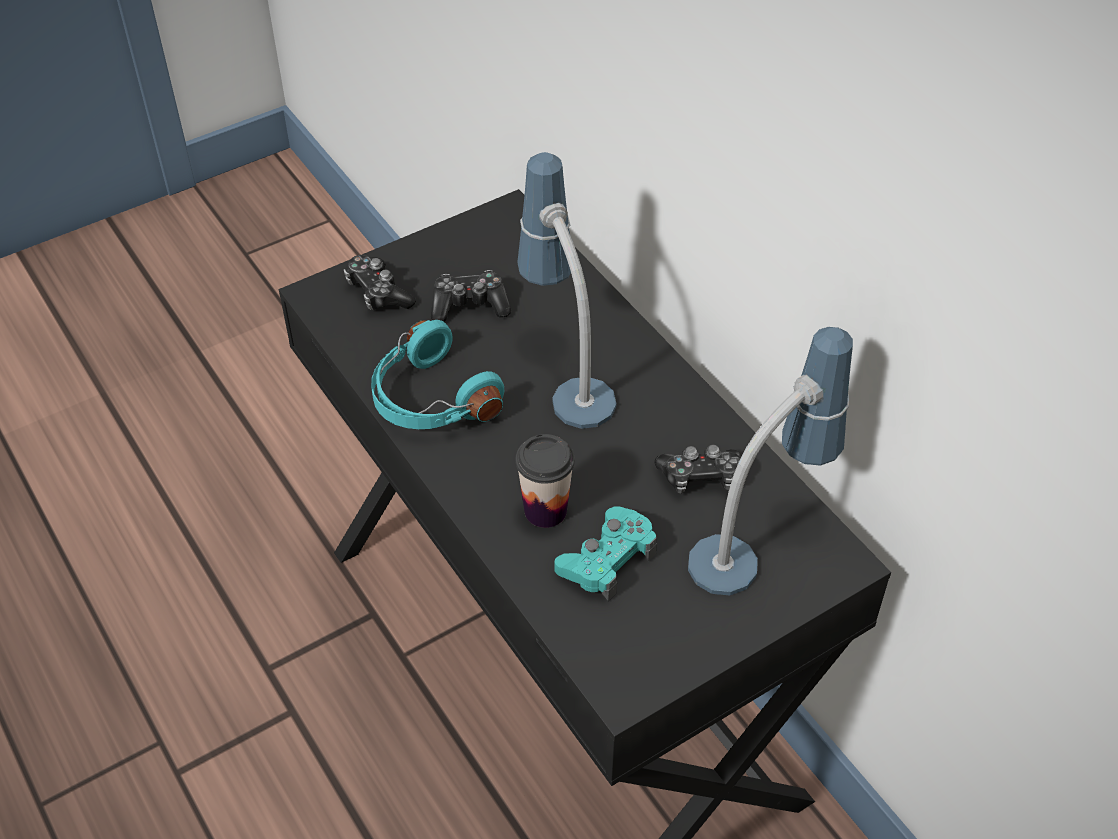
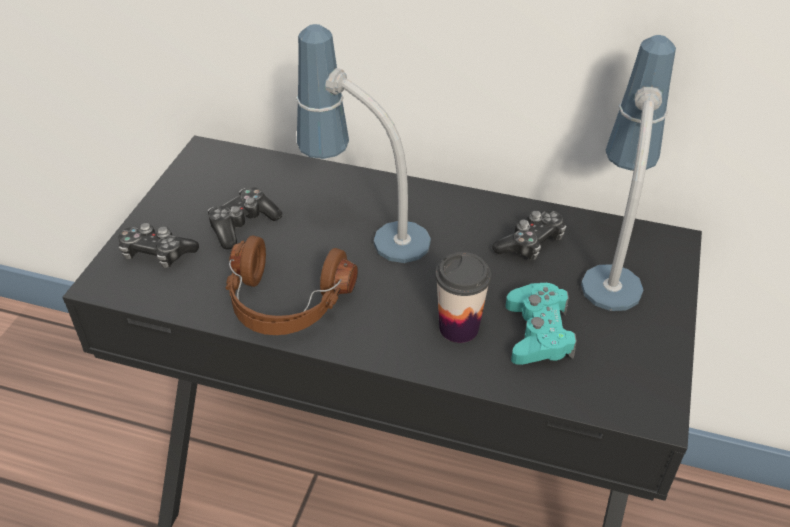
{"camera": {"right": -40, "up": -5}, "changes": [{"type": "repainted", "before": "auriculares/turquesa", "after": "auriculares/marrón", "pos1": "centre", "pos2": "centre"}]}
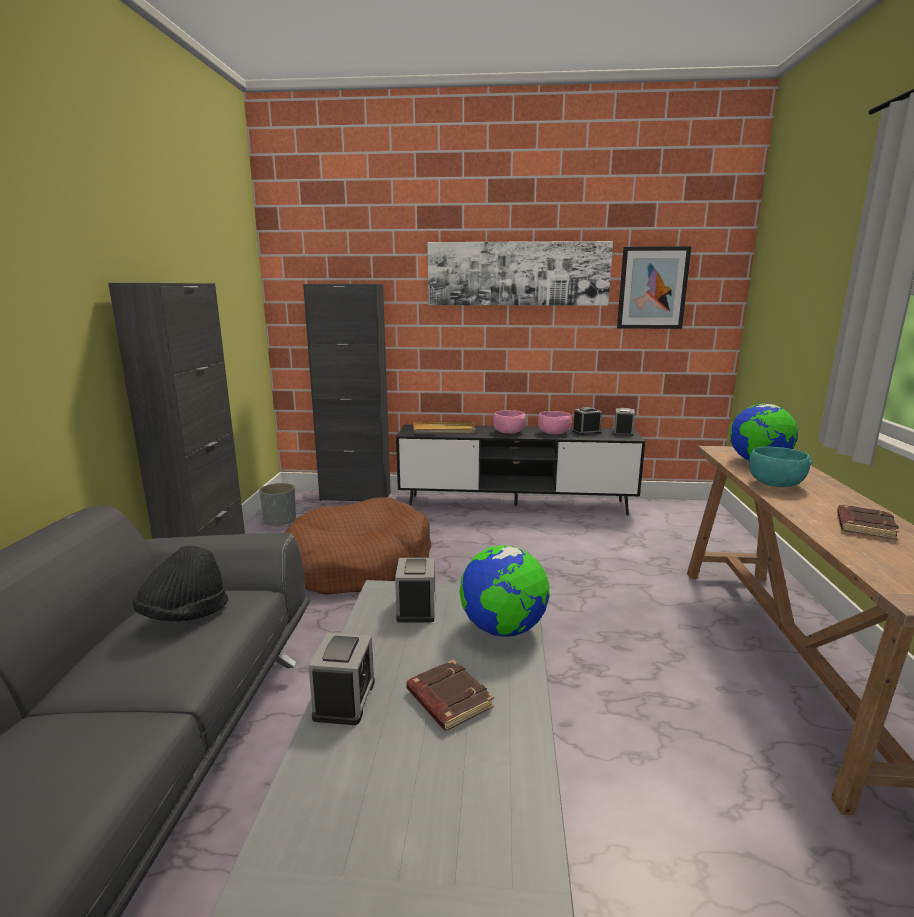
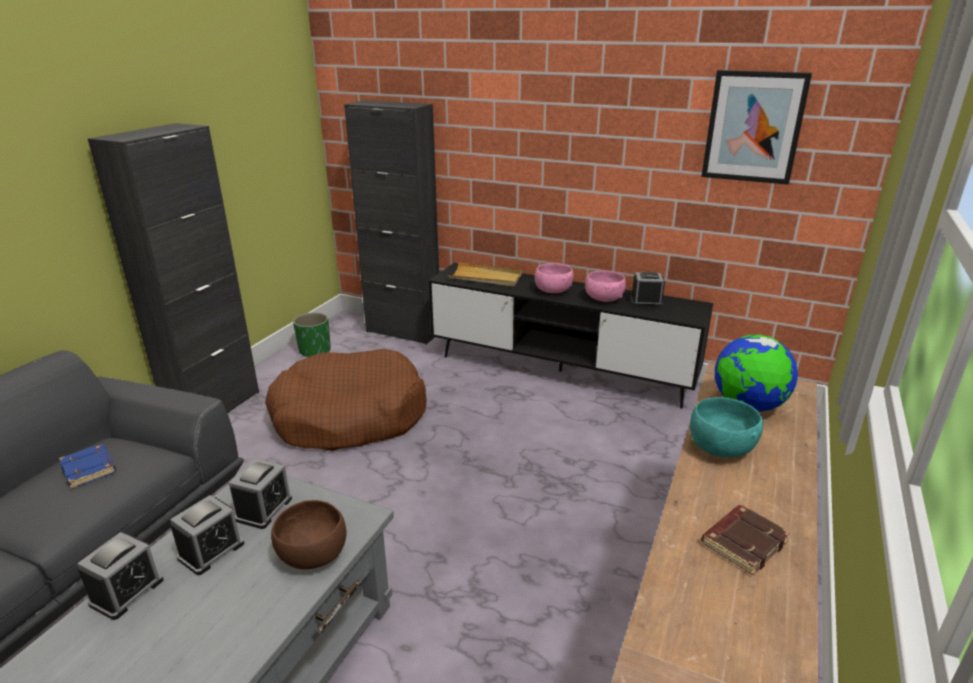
{"camera": {"right": 20, "up": 10}, "changes": [{"type": "gone", "before": "libro/marrón (no. 1 from left)", "pos1": "bottom centre"}, {"type": "gone", "before": "cuadro (no. 1 from left)", "pos1": "top centre"}, {"type": "shifted", "before": "despertador (no. 4 from left in the first image)", "after": "despertador (no. 2 from left)", "pos1": "middle right", "pos2": "bottom left"}, {"type": "swapped", "before": "sombrero/negro", "after": "libro/azul", "pos1": "middle left", "pos2": "bottom left"}, {"type": "swapped", "before": "globo terráqueo (no. 1 from left)", "after": "cuenco/marrón", "pos1": "centre", "pos2": "bottom left"}, {"type": "repainted", "before": "maceta/gris", "after": "maceta/verde", "pos1": "middle left", "pos2": "middle left"}]}
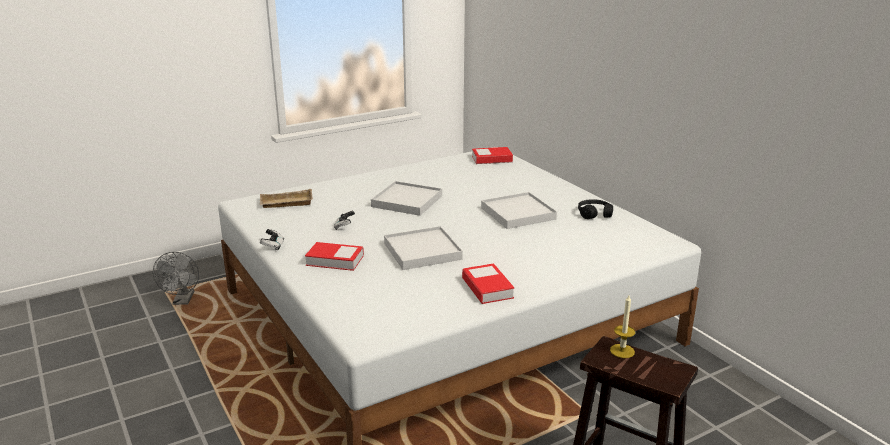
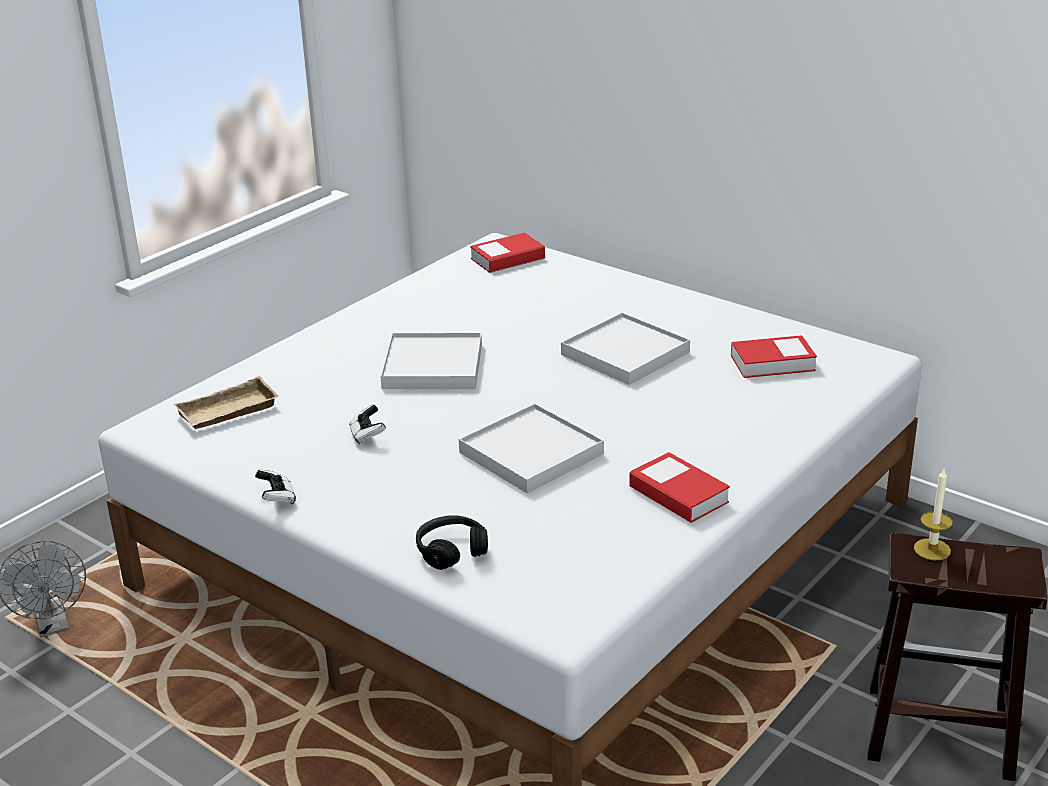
{"camera": {"right": -20, "up": 5}, "changes": [{"type": "shifted", "before": "libro (no. 1 from left in the first image)", "after": "libro (no. 3 from left)", "pos1": "centre", "pos2": "middle right"}, {"type": "shifted", "before": "auriculares/negro", "pos1": "middle right", "pos2": "bottom centre"}]}
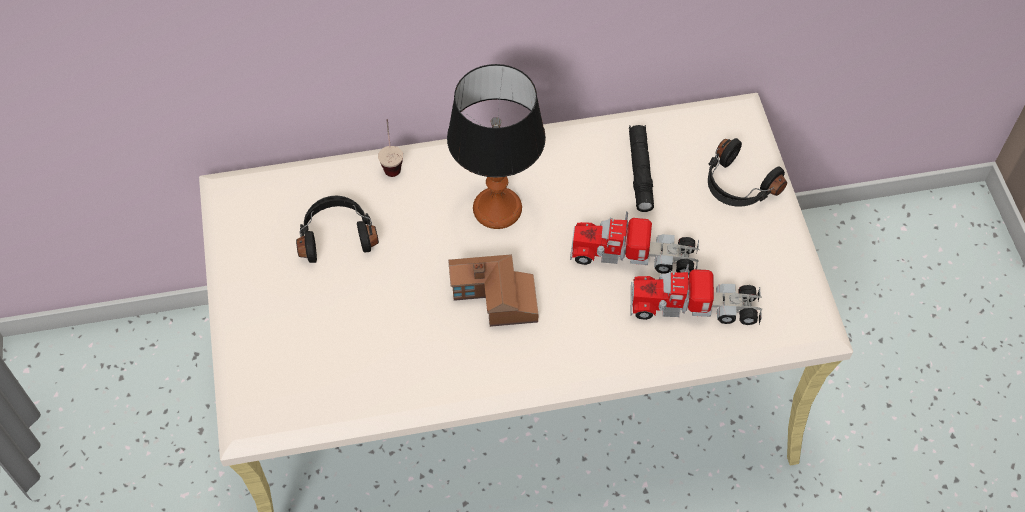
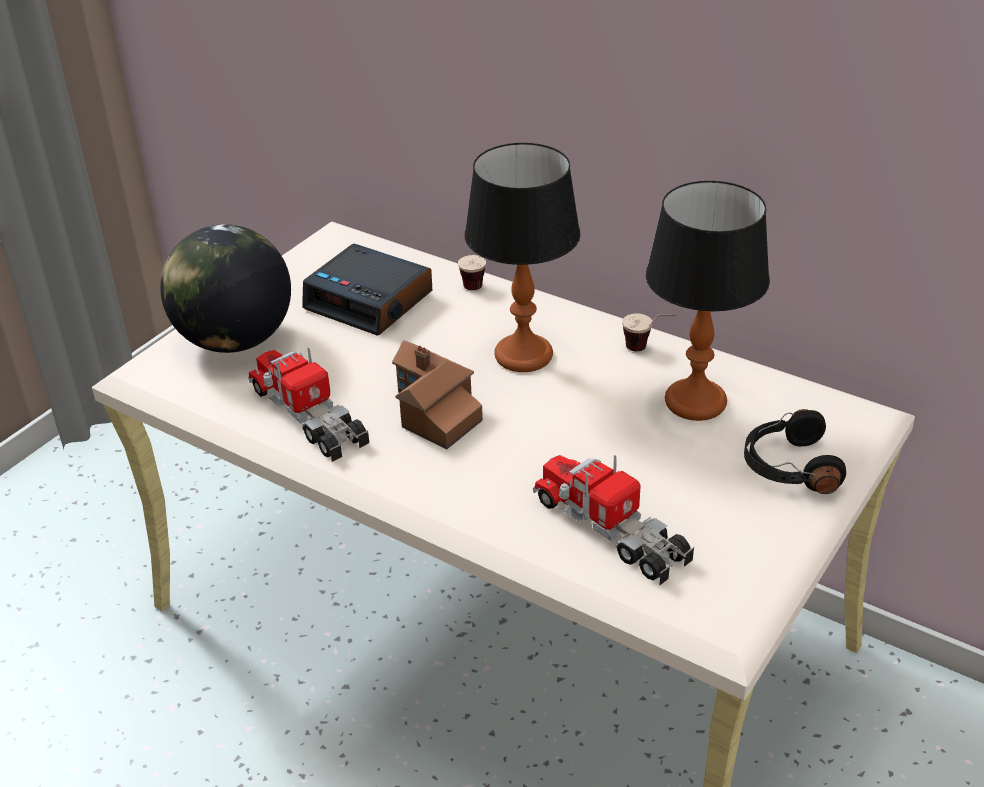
{"camera": {"right": 45, "up": -20}, "changes": [{"type": "new", "after": "globo terráqueo", "pos2": "middle left"}, {"type": "new", "after": "taza (no. 2 from left)", "pos2": "centre"}, {"type": "shifted", "before": "camión de juguete (no. 1 from left)", "pos1": "centre", "pos2": "middle left"}, {"type": "swapped", "before": "auriculares/negro (no. 1 from left)", "after": "despertador", "pos1": "middle left", "pos2": "centre"}, {"type": "swapped", "before": "linterna/negro", "after": "lámpara de mesa (no. 2 from left)", "pos1": "top centre", "pos2": "middle right"}]}
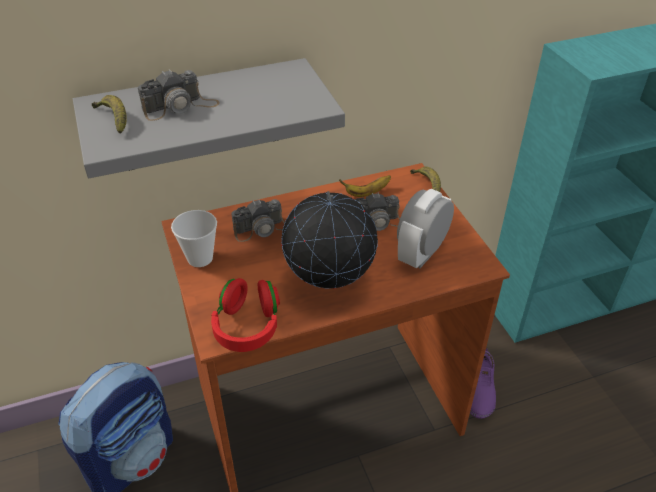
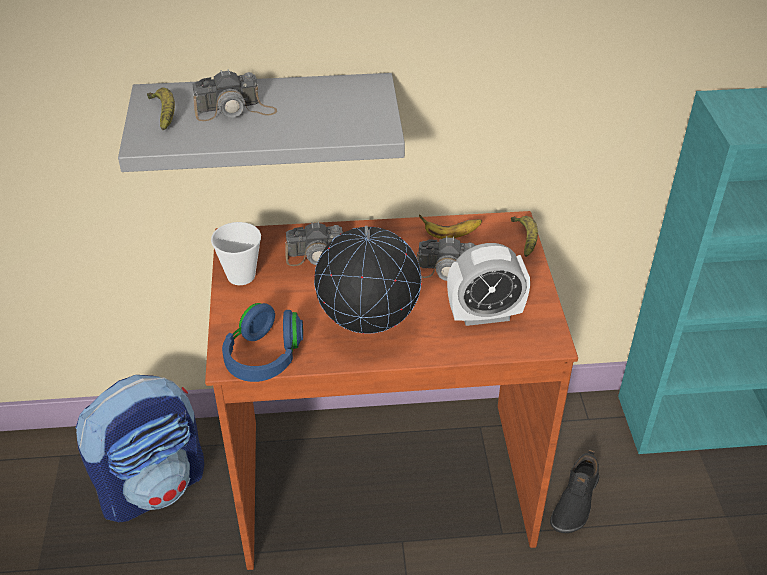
{"camera": {"right": 15, "up": 0}, "changes": [{"type": "repainted", "before": "auriculares/rojo", "after": "auriculares/azul", "pos1": "centre", "pos2": "centre"}, {"type": "repainted", "before": "zapato/morado", "after": "zapato/negro", "pos1": "bottom right", "pos2": "bottom right"}, {"type": "rotated", "before": "despertador", "pos1": "centre", "pos2": "centre", "turn": -150}]}
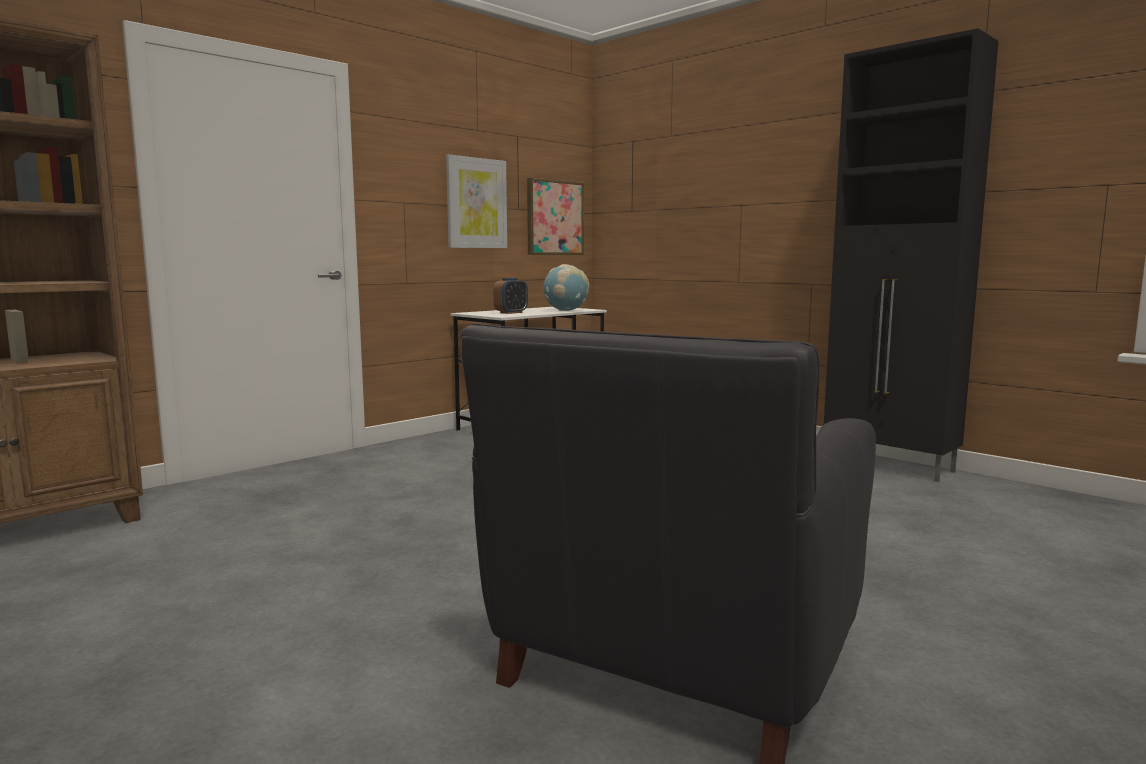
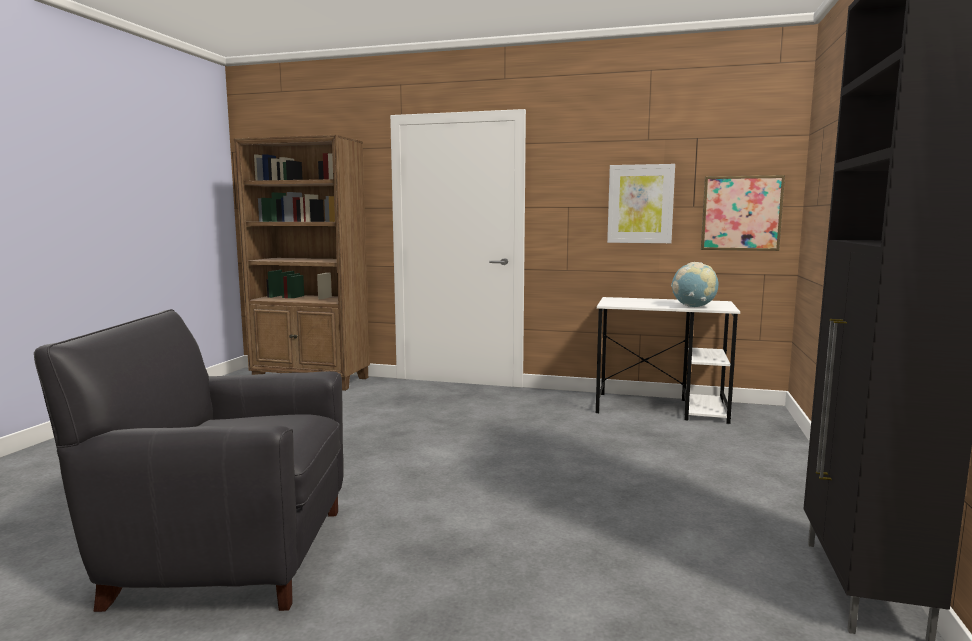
{"camera": {"right": 60, "up": 0}, "changes": [{"type": "gone", "before": "despertador", "pos1": "centre"}]}
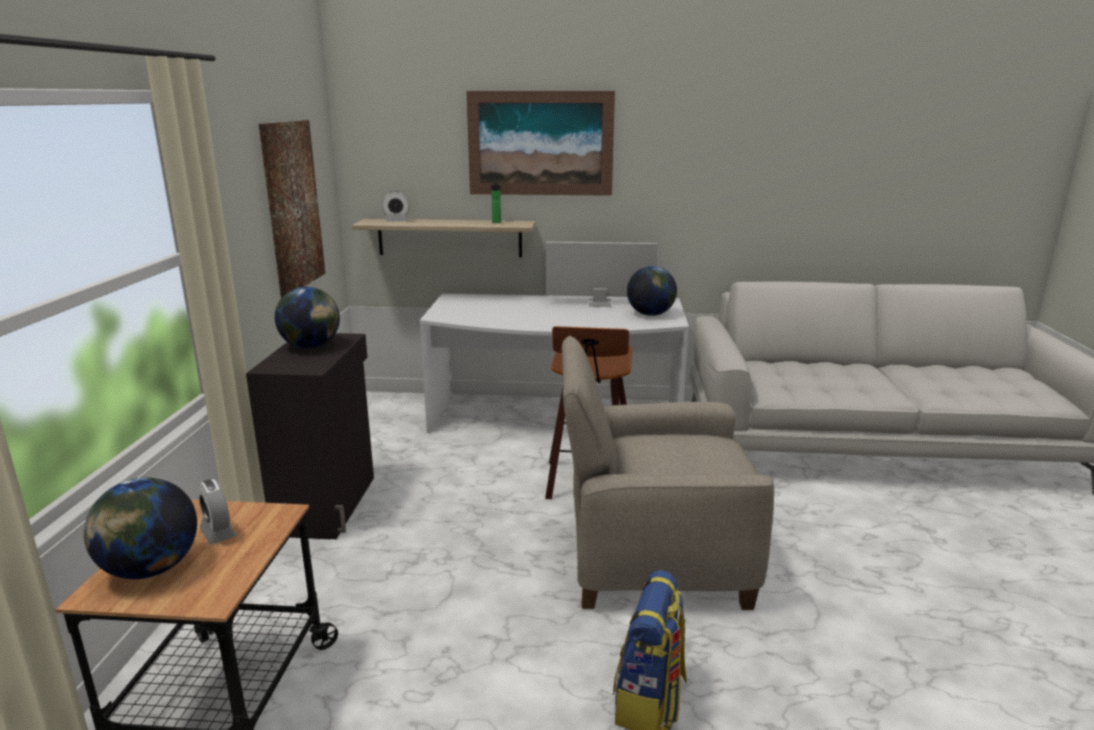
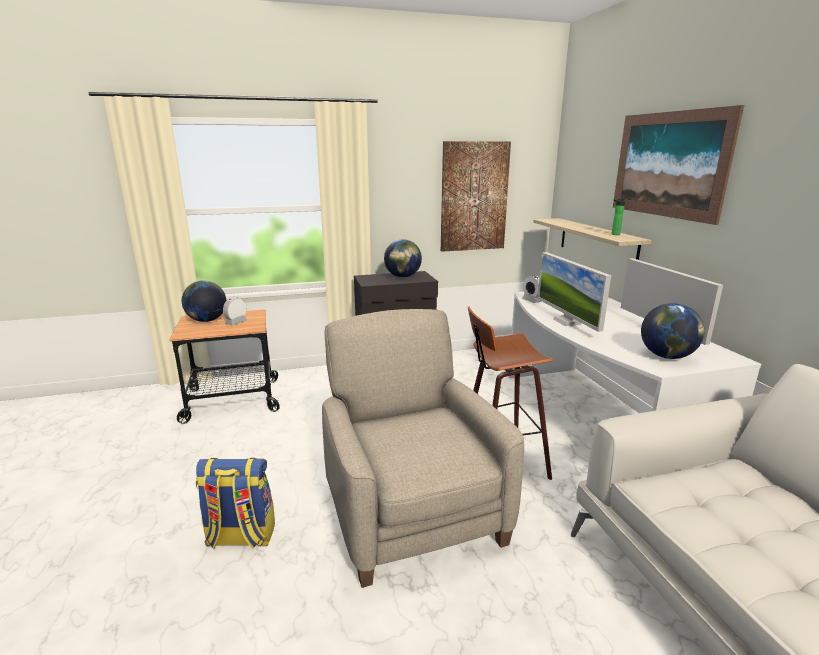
{"camera": {"right": 70, "up": 0}, "changes": [{"type": "new", "after": "monitor (no. 1 from left)", "pos2": "middle right"}, {"type": "shifted", "before": "despertador (no. 2 from left)", "pos1": "top centre", "pos2": "centre"}]}
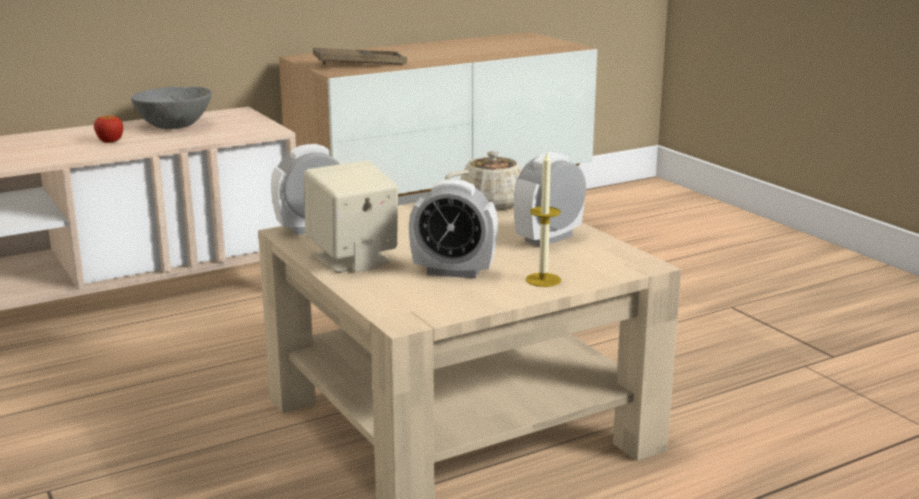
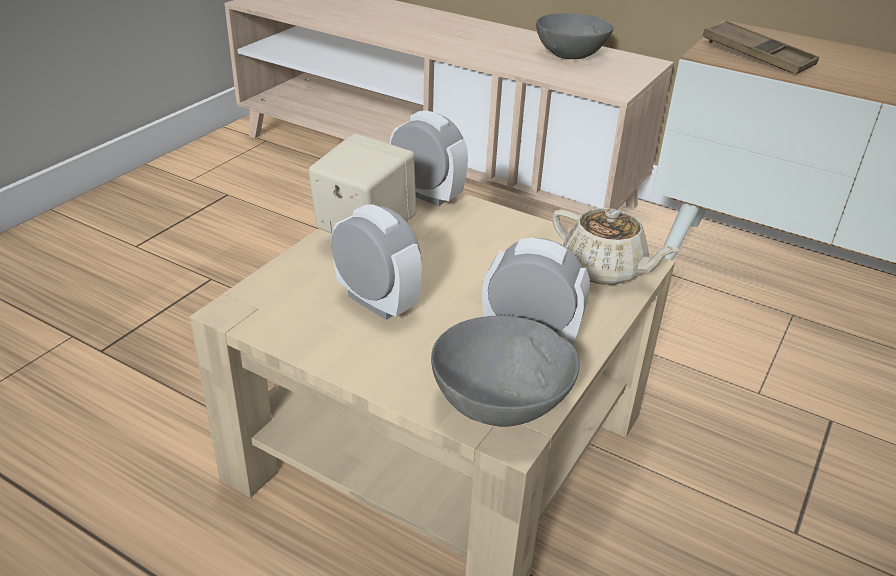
{"camera": {"right": 60, "up": 15}, "changes": [{"type": "gone", "before": "manzana", "pos1": "top left"}, {"type": "gone", "before": "vela", "pos1": "centre"}, {"type": "new", "after": "cuenco/gris (no. 1 from left)", "pos2": "centre"}, {"type": "rotated", "before": "despertador (no. 2 from left in the first image)", "pos1": "centre", "pos2": "centre", "turn": 150}]}
